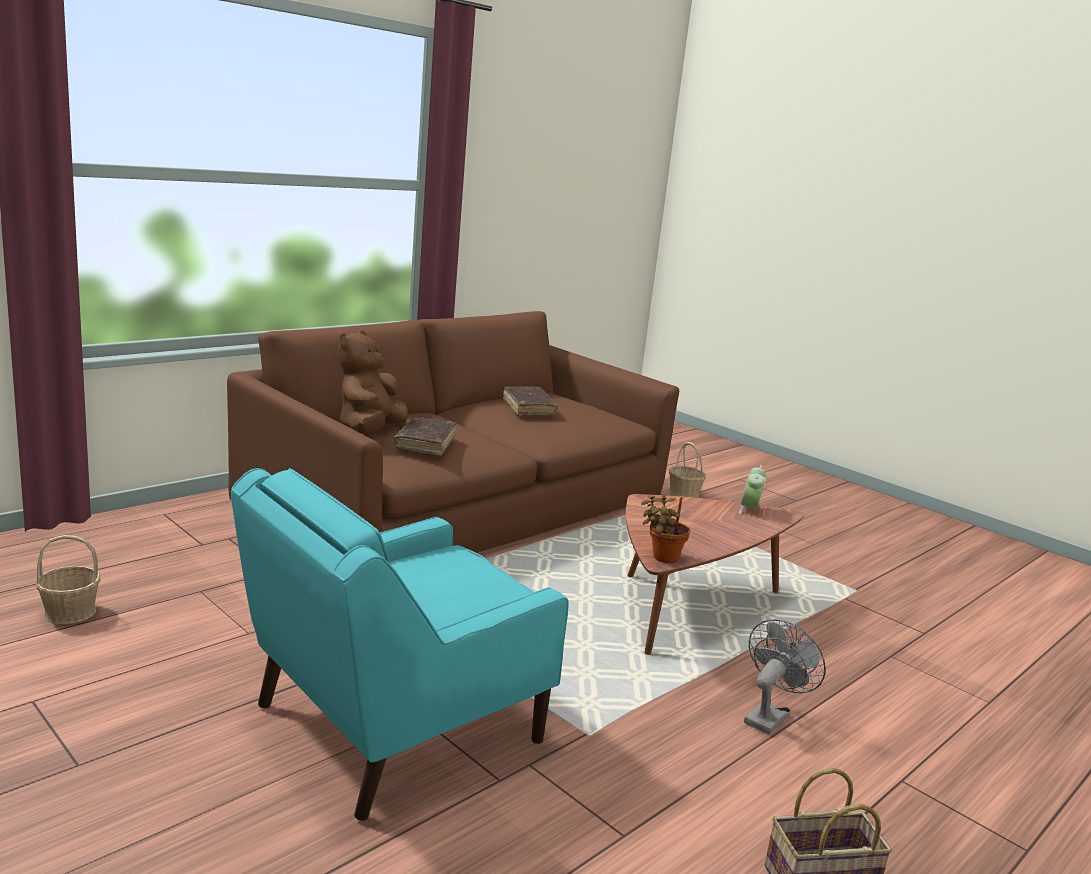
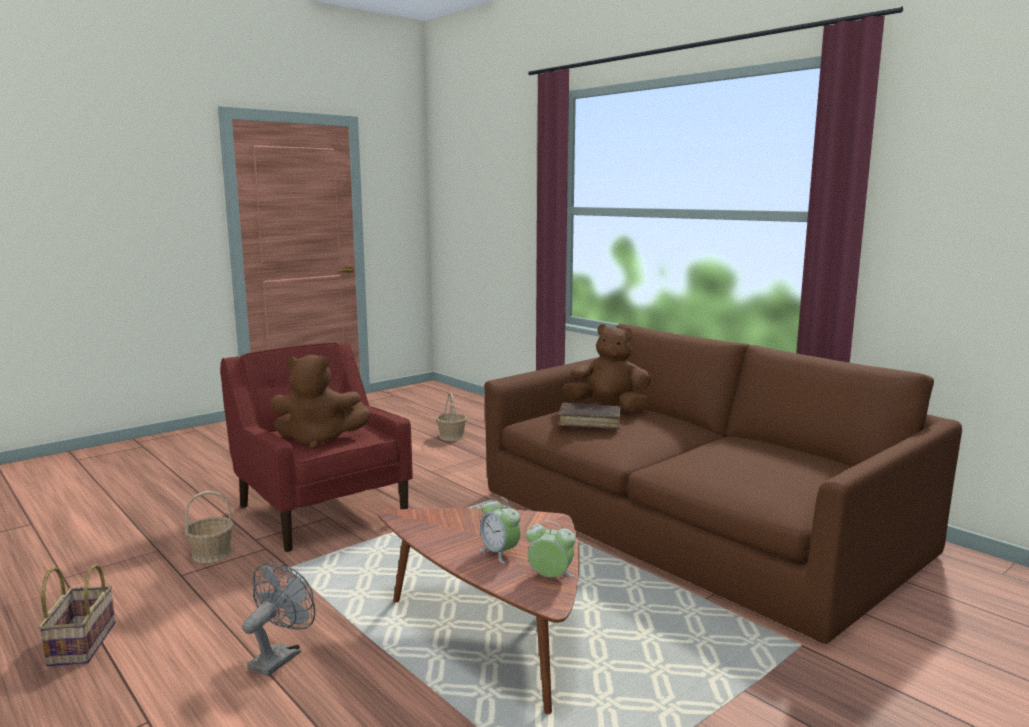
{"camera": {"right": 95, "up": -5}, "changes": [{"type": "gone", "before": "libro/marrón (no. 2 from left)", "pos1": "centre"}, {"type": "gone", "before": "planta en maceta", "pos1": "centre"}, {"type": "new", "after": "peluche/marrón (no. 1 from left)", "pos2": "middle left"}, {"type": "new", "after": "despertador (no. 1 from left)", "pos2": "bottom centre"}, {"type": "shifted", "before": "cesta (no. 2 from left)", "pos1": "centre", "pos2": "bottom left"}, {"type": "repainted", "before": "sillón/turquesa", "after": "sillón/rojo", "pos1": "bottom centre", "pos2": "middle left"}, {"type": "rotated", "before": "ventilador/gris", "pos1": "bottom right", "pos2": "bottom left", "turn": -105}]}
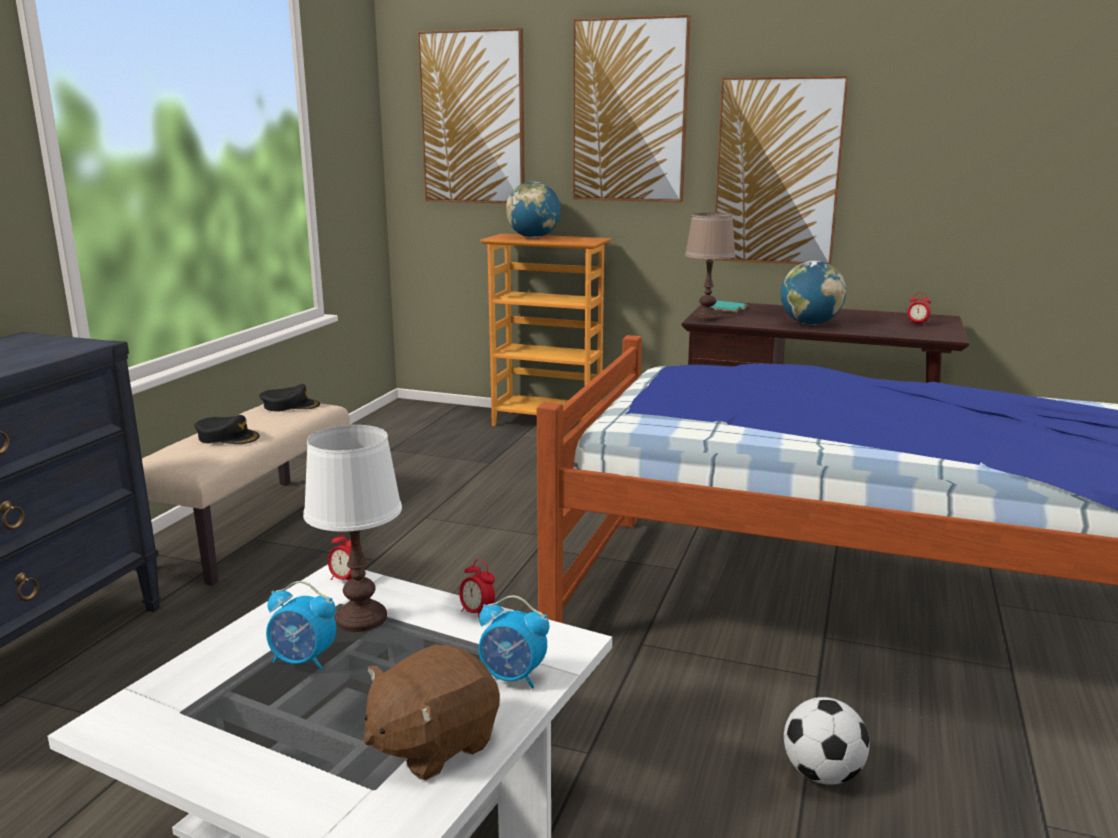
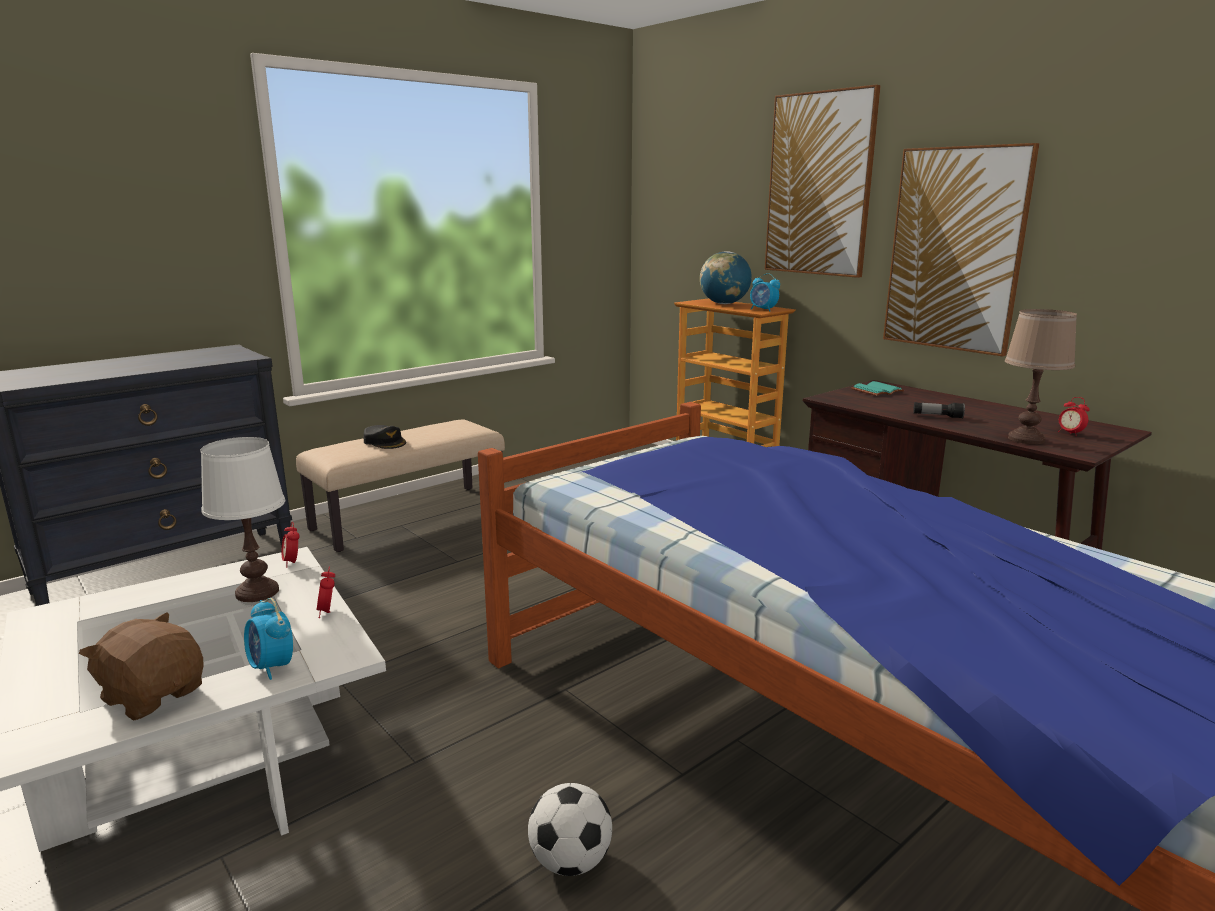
{"camera": {"right": 30, "up": 0}, "changes": [{"type": "gone", "before": "gorra/negro (no. 2 from left)", "pos1": "middle left"}, {"type": "gone", "before": "cuadro (no. 1 from left)", "pos1": "top centre"}, {"type": "shifted", "before": "despertador (no. 1 from left in the first image)", "after": "despertador (no. 4 from left)", "pos1": "bottom left", "pos2": "top centre"}, {"type": "shifted", "before": "lámpara de mesa/marrón", "pos1": "top centre", "pos2": "middle right"}, {"type": "swapped", "before": "globo terráqueo (no. 2 from left)", "after": "linterna", "pos1": "middle right", "pos2": "middle right"}, {"type": "rotated", "before": "peluche/marrón", "pos1": "bottom centre", "pos2": "bottom left", "turn": 45}]}
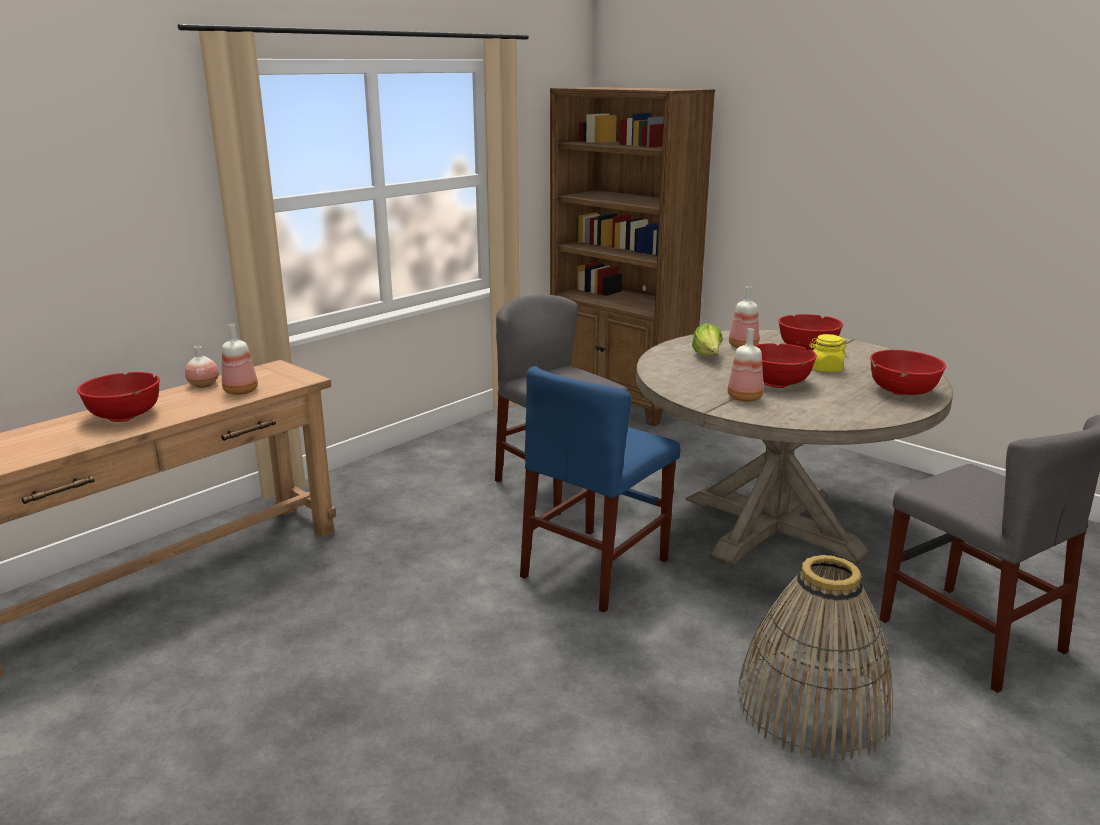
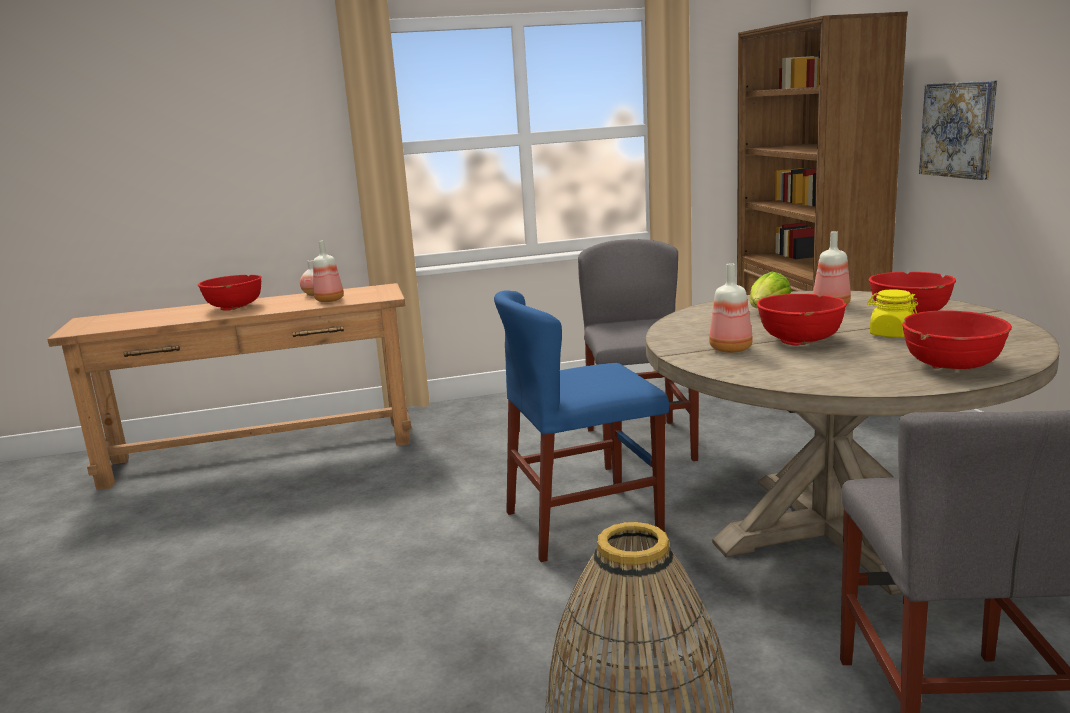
{"camera": {"right": 35, "up": -5}, "changes": [{"type": "new", "after": "cuadro", "pos2": "top right"}]}
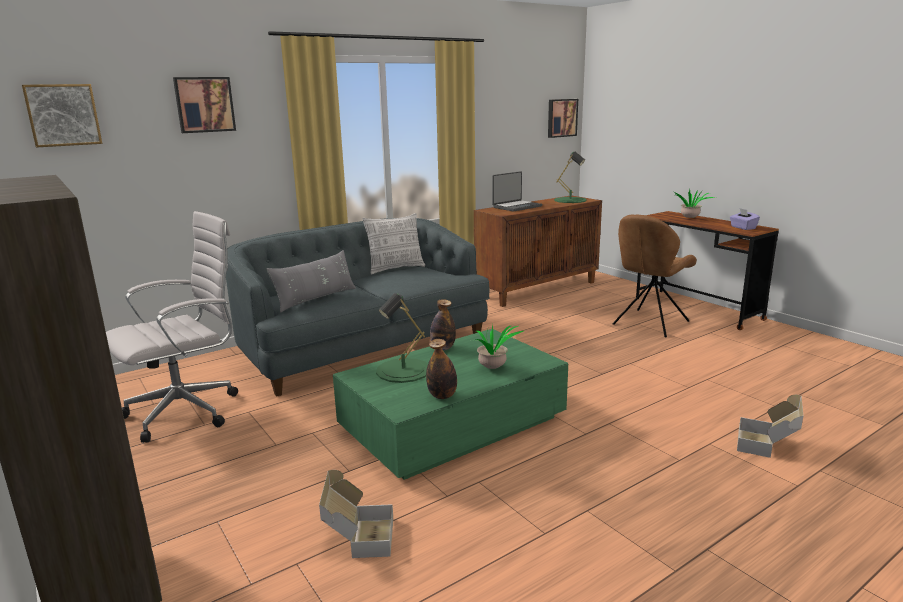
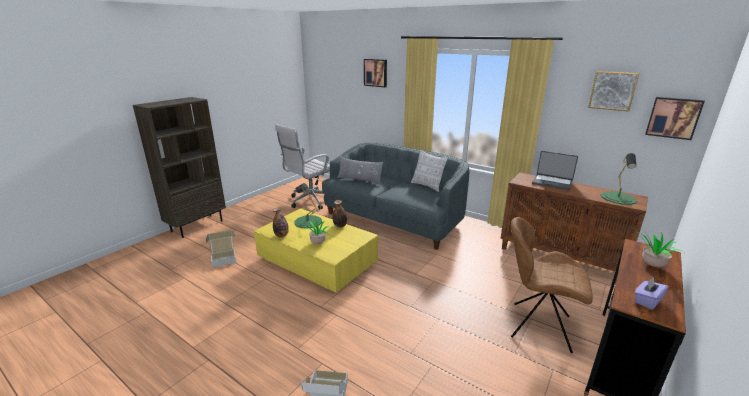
{"camera": {"right": 70, "up": 5}, "changes": [{"type": "shifted", "before": "cuadro (no. 1 from left in the first image)", "after": "cuadro (no. 2 from left)", "pos1": "top left", "pos2": "top right"}, {"type": "repainted", "before": "mesa de centro/verde", "after": "mesa de centro/amarillo", "pos1": "bottom centre", "pos2": "centre"}, {"type": "rotated", "before": "silla de oficina/blanco", "pos1": "middle left", "pos2": "centre", "turn": 105}]}
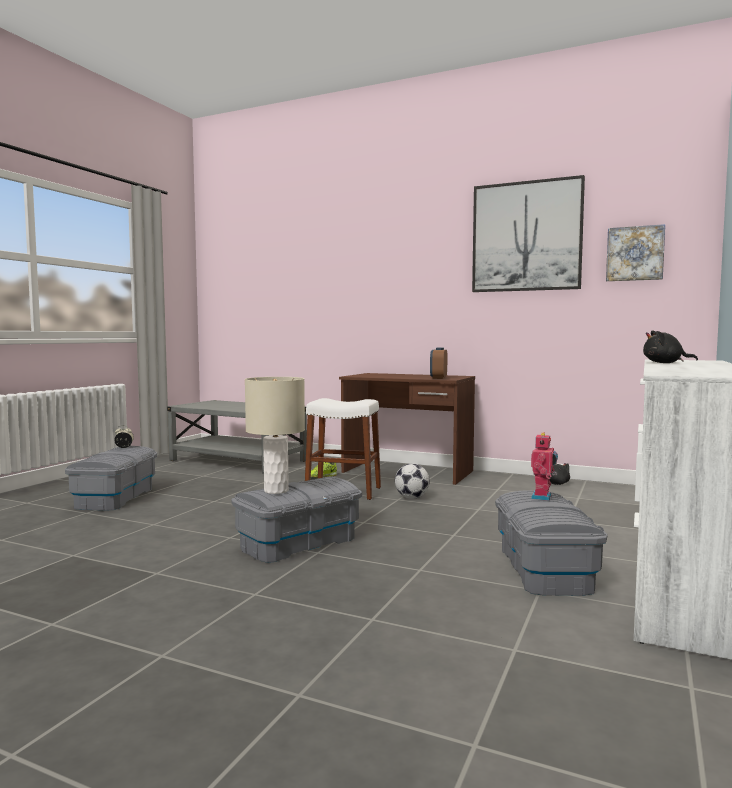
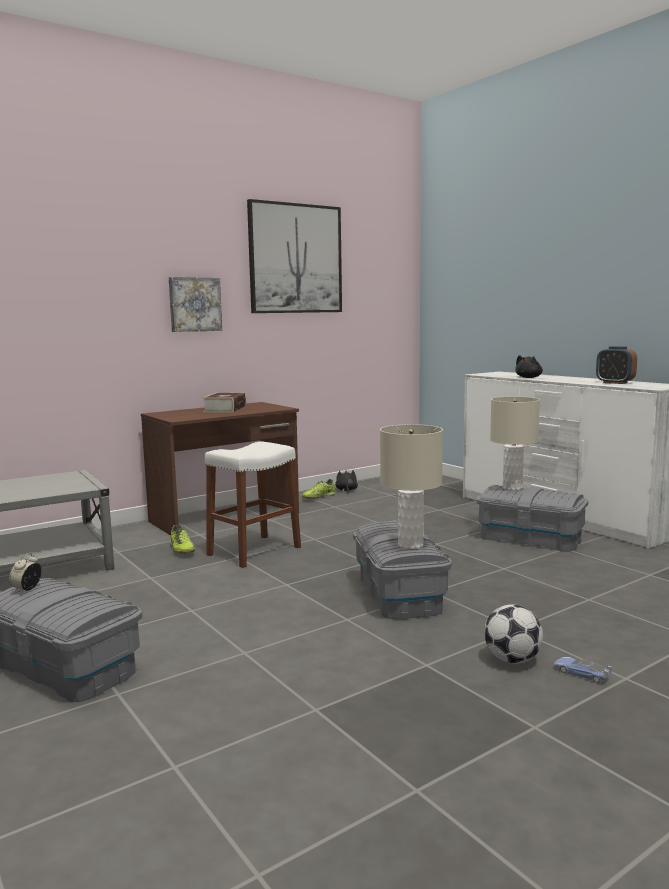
{"camera": {"right": -60, "up": 5}, "changes": [{"type": "new", "after": "libro", "pos2": "centre"}, {"type": "new", "after": "zapato (no. 2 from left)", "pos2": "centre"}, {"type": "new", "after": "coche de juguete", "pos2": "bottom right"}, {"type": "shifted", "before": "balón de fútbol", "pos1": "centre", "pos2": "bottom right"}, {"type": "shifted", "before": "despertador (no. 2 from left)", "pos1": "centre", "pos2": "middle right"}, {"type": "shifted", "before": "cuadro (no. 2 from left in the first image)", "after": "cuadro (no. 1 from left)", "pos1": "top right", "pos2": "middle left"}, {"type": "swapped", "before": "robot de juguete", "after": "lámpara de mesa/beis (no. 2 from left)", "pos1": "middle right", "pos2": "middle right"}]}
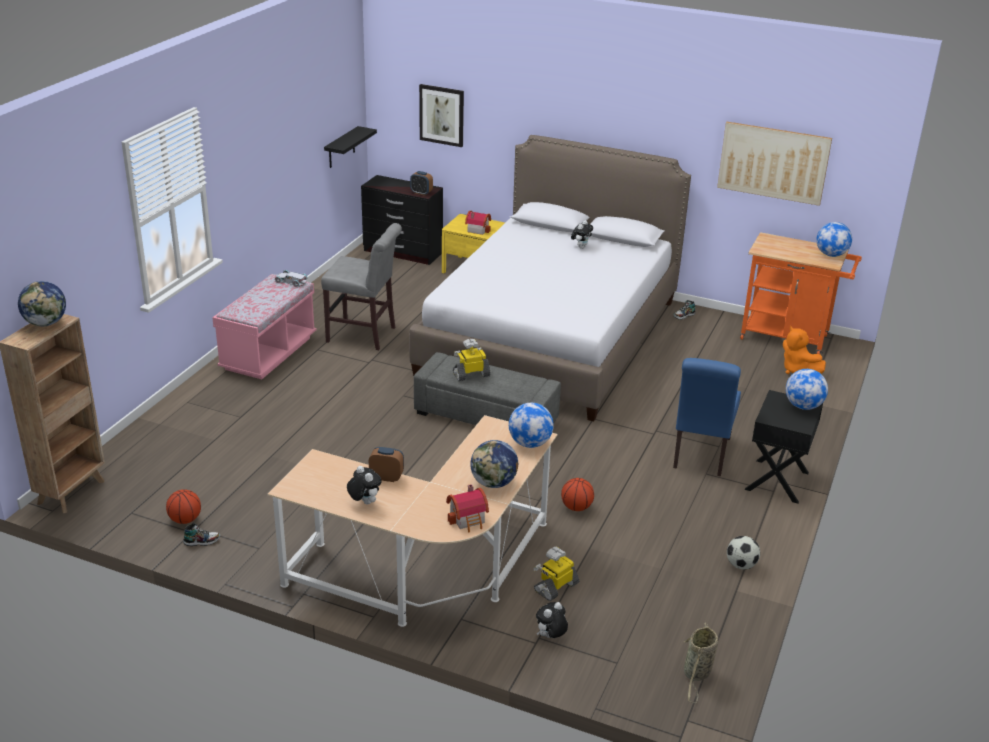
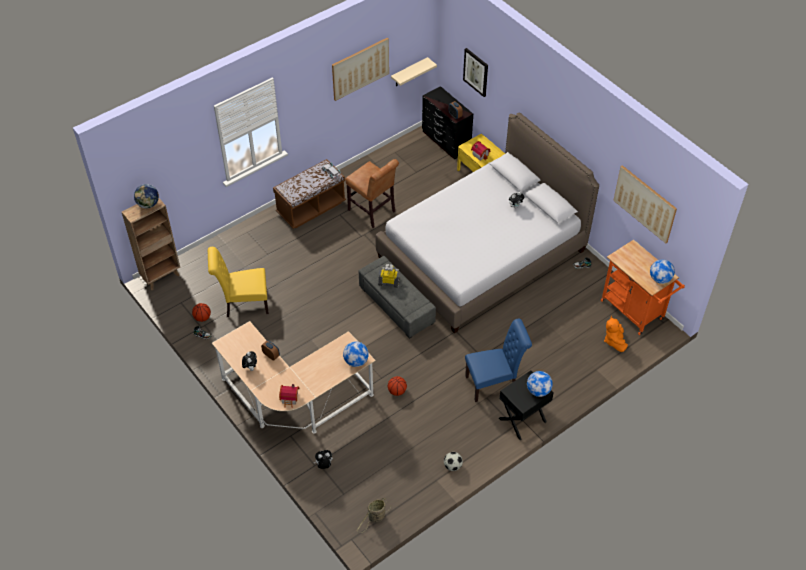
{"camera": {"right": 30, "up": 20}, "changes": [{"type": "gone", "before": "globo terráqueo (no. 2 from left)", "pos1": "centre"}, {"type": "gone", "before": "robot de juguete (no. 2 from left)", "pos1": "bottom centre"}, {"type": "new", "after": "silla/amarillo", "pos2": "middle left"}, {"type": "new", "after": "cuadro (no. 1 from left)", "pos2": "top centre"}, {"type": "repainted", "before": "banco/rosa", "after": "banco/marrón", "pos1": "middle left", "pos2": "centre"}, {"type": "repainted", "before": "silla/gris", "after": "silla/marrón", "pos1": "centre", "pos2": "centre"}, {"type": "repainted", "before": "estante/negro", "after": "estante/beis", "pos1": "top centre", "pos2": "top centre"}, {"type": "rotated", "before": "silla/azul", "pos1": "middle right", "pos2": "centre", "turn": -150}]}
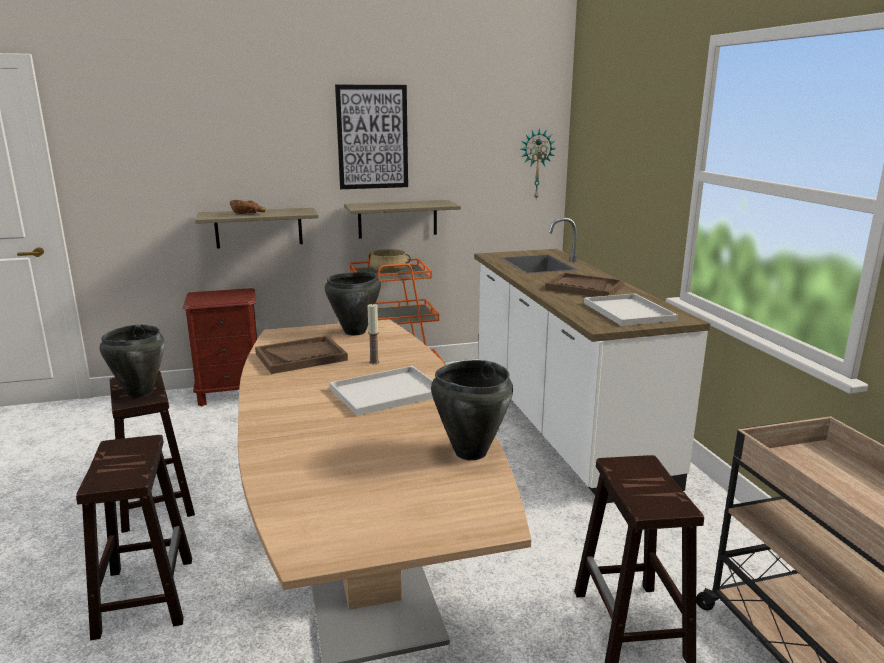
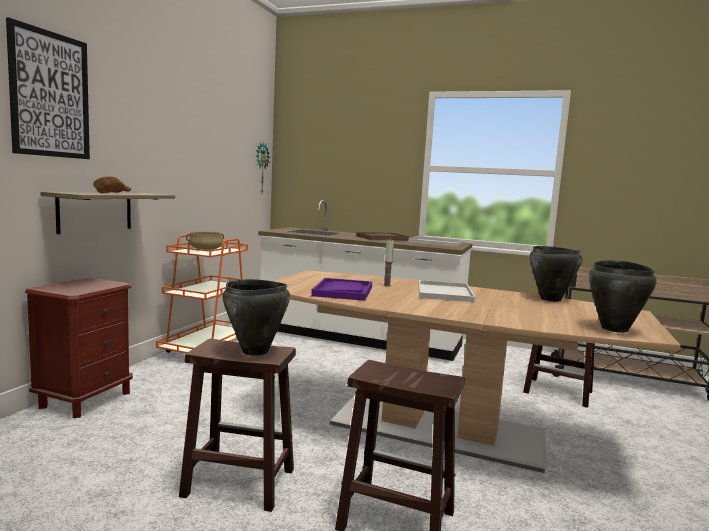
{"camera": {"right": -55, "up": -10}, "changes": [{"type": "gone", "before": "estante (no. 2 from left)", "pos1": "top centre"}, {"type": "shifted", "before": "olla/negro (no. 2 from left in the first image)", "after": "olla/negro (no. 3 from left)", "pos1": "centre", "pos2": "middle right"}, {"type": "shifted", "before": "cuadro", "pos1": "top centre", "pos2": "top left"}, {"type": "repainted", "before": "bandeja/marrón (no. 1 from left)", "after": "bandeja/morado", "pos1": "centre", "pos2": "centre"}]}
